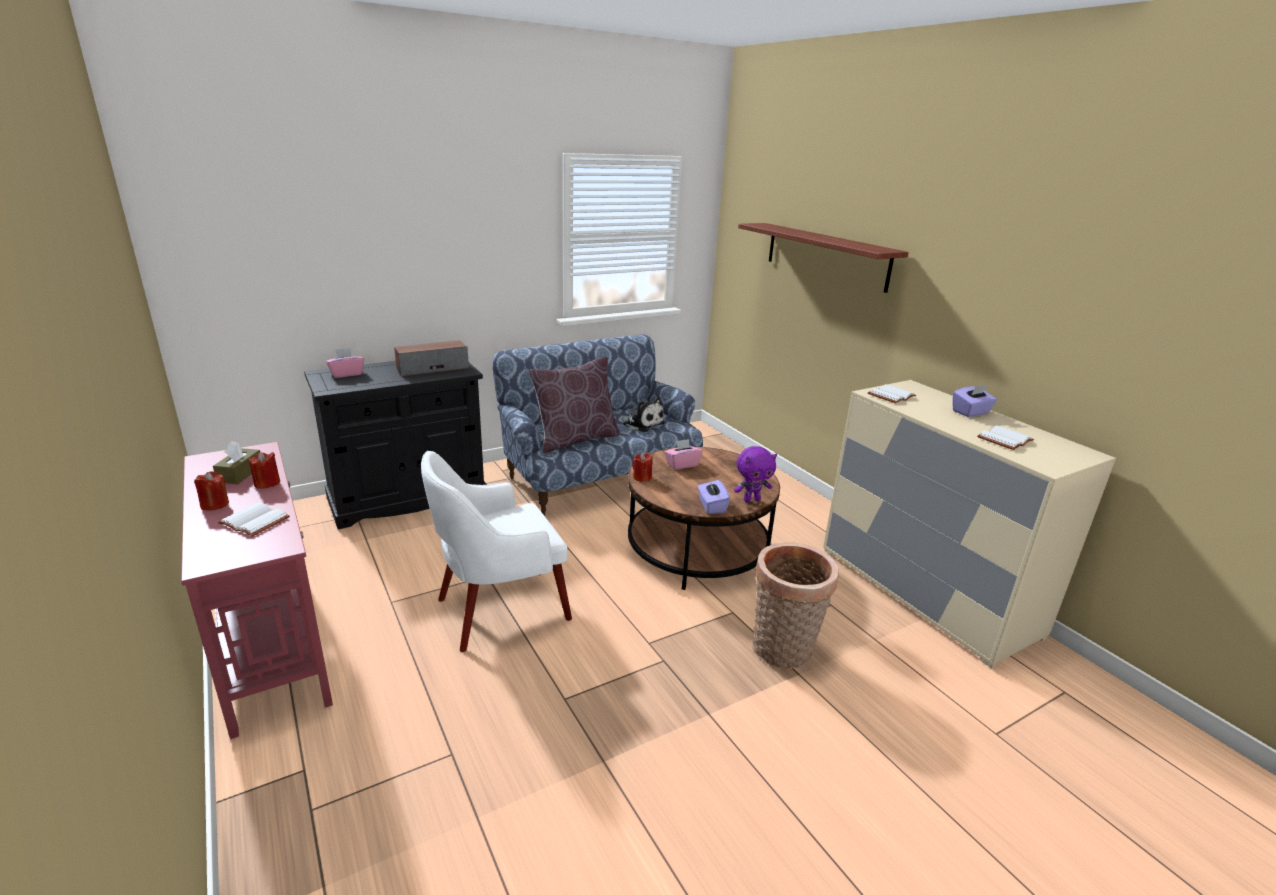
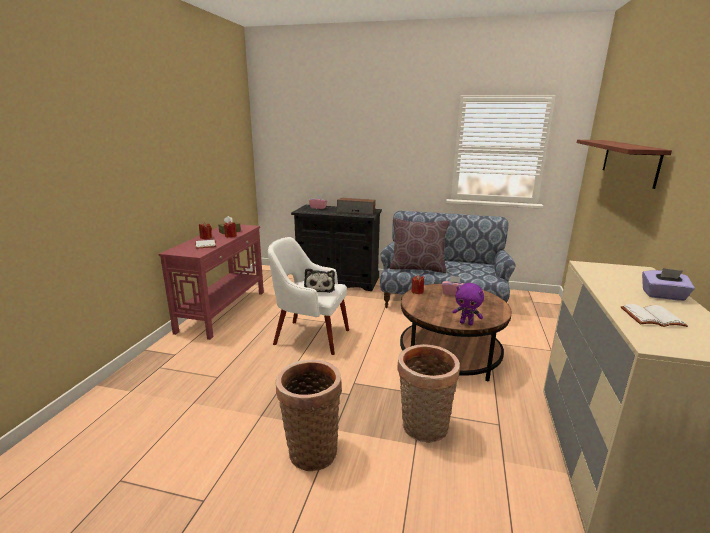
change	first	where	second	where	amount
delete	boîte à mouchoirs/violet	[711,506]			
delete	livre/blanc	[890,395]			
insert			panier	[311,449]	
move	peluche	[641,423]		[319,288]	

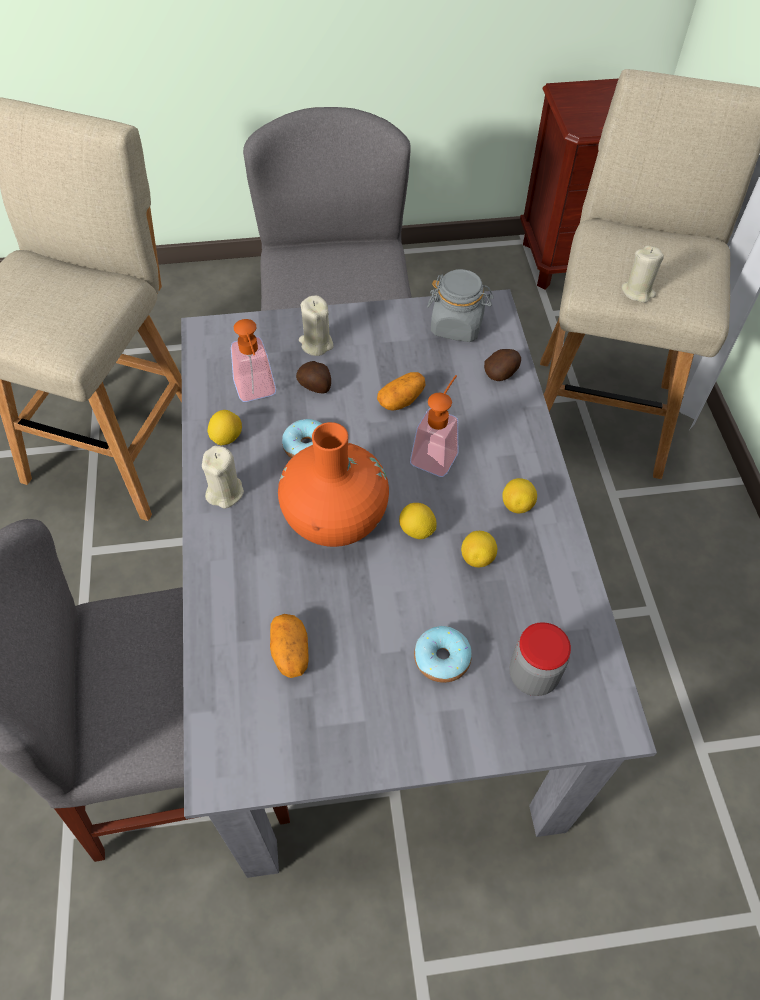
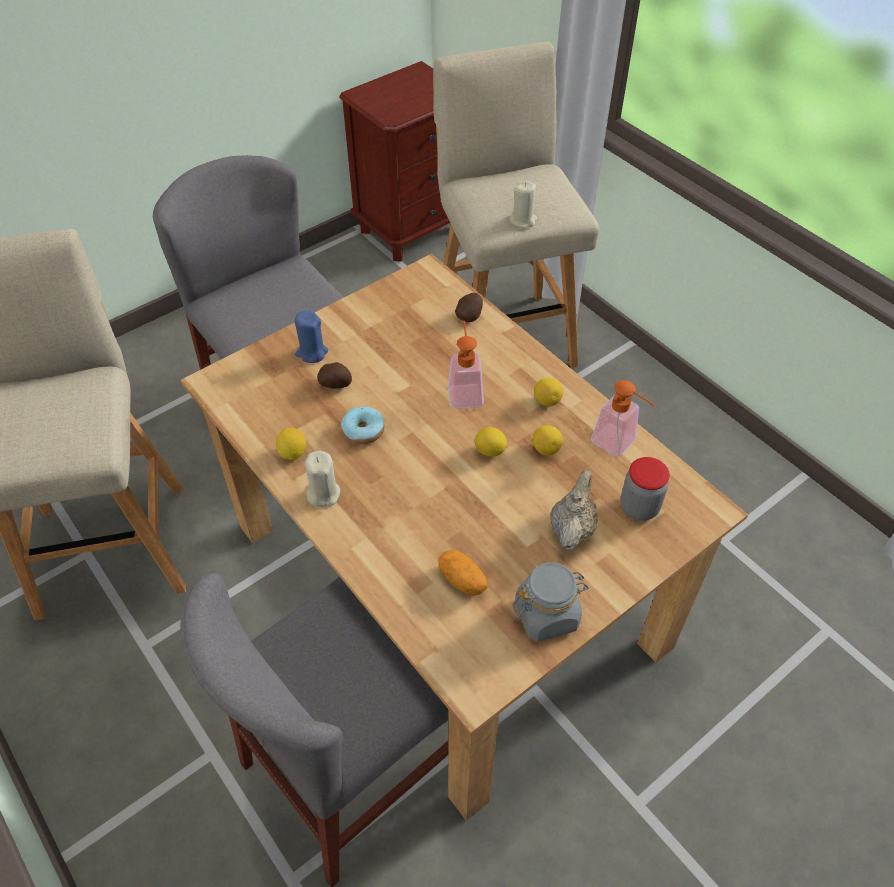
change	first	where	second	where	amount
delete	vase/orange	[335,518]			
delete	pomme de terre	[401,400]			
move	distributeur de savon	[257,393]		[619,444]	
move	bocal/gris	[457,325]		[547,614]	
replace	beignet	[442,659]	théière/beige	[572,528]	
recolor	table à manger/gris	[380,640]	table à manger/marron	[450,585]	
recolor	bougie/beige	[316,344]	bougie/bleu	[311,353]	

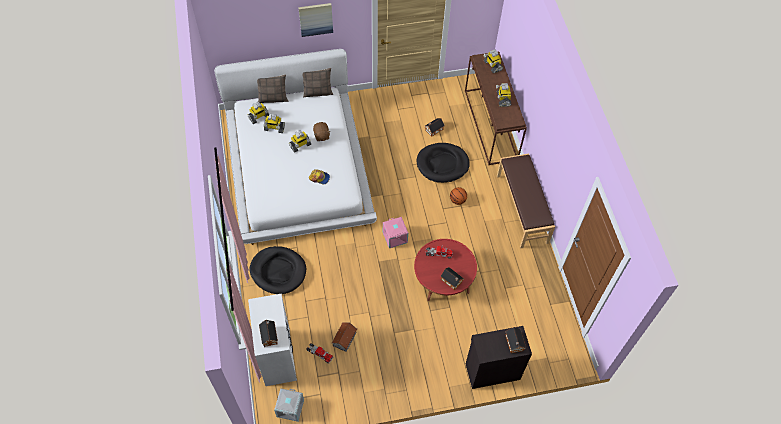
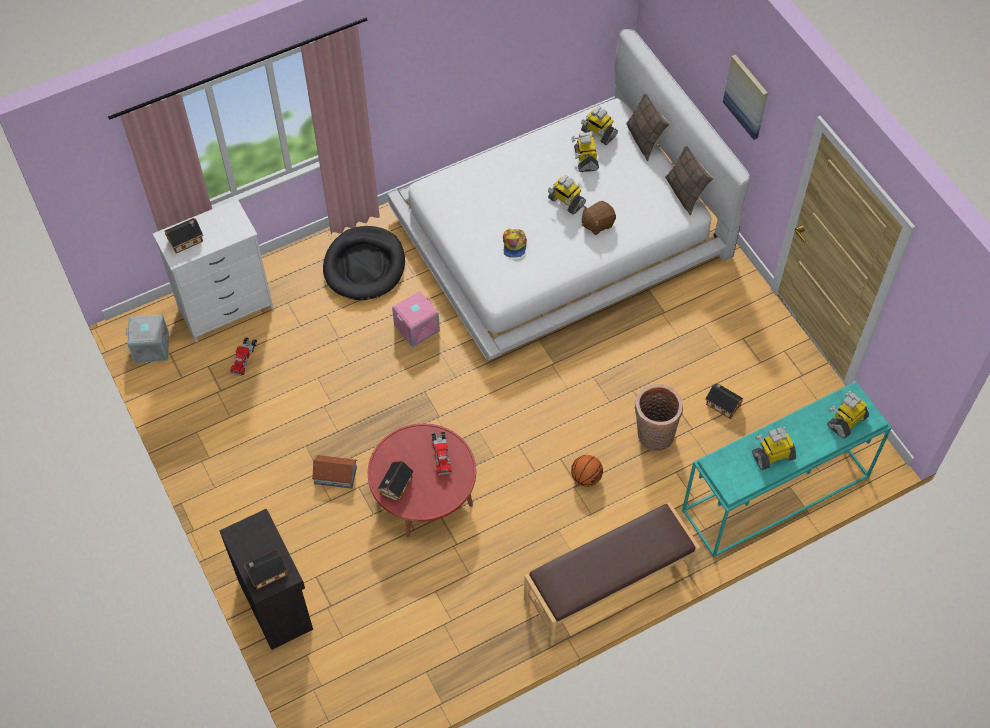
change	first	where	second	where	amount
move	maison miniature	[344,339]		[335,474]	
move	boîte de rangement/rose	[395,237]		[417,328]	
replace	panier pour chien/noir	[442,164]	panier	[653,436]	
recolor	table console/marron	[491,125]	table console/turquoise	[775,495]	

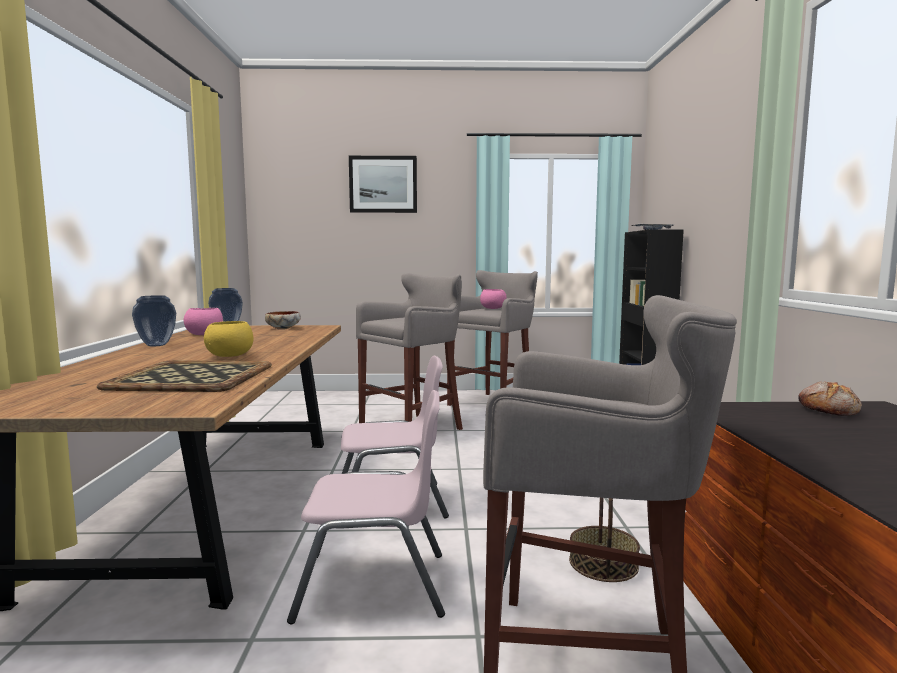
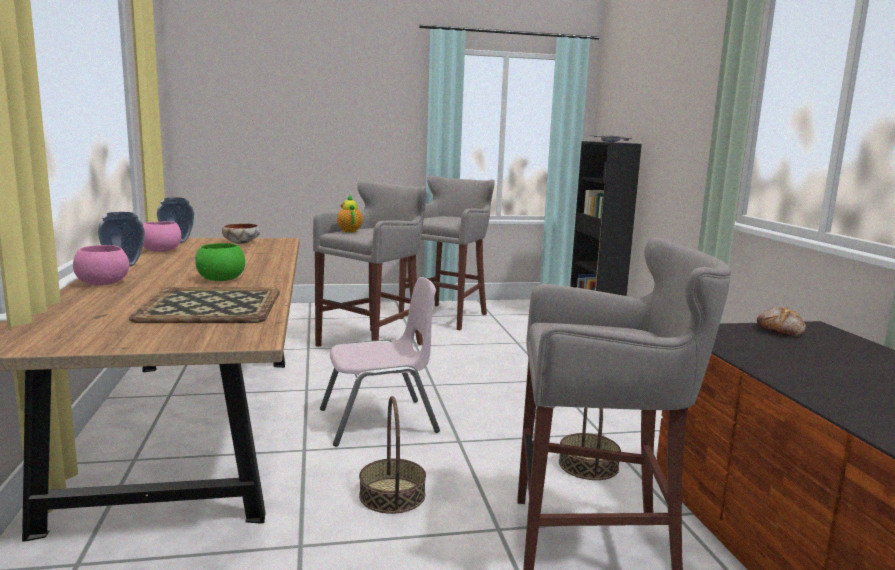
change	first	where	second	where	amount
delete	tableau	[383,184]			
insert			théière	[349,230]	
move	bol/rose	[493,308]		[102,284]	
replace	chaise/rose	[373,586]	panier	[392,495]	
recolor	bol/jaune	[230,355]	bol/vert	[221,279]	

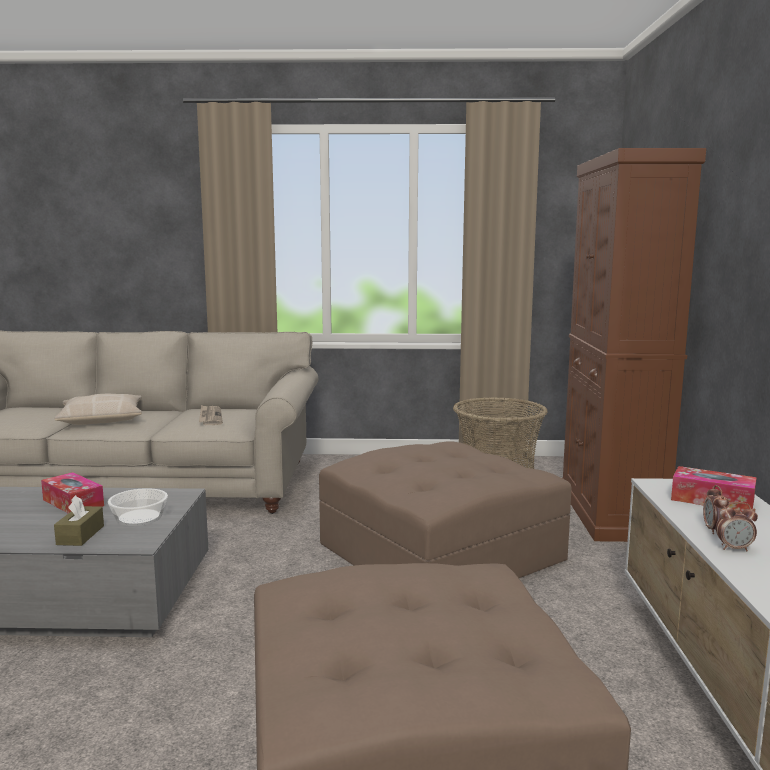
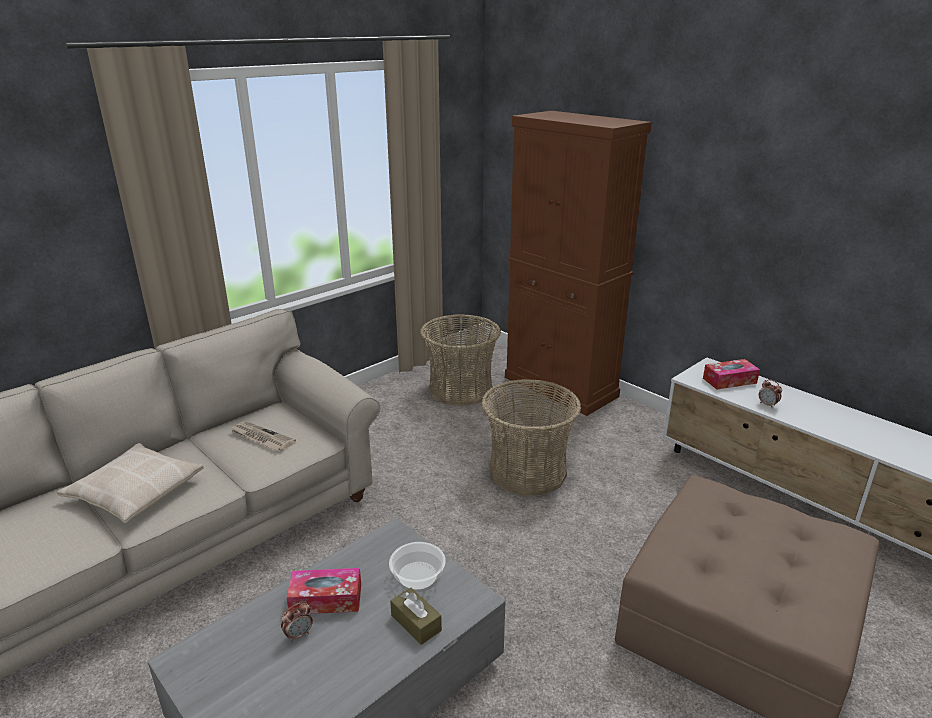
change	first	where	second	where	amount
move	réveil	[734,548]		[298,635]	
replace	pouf/marron	[441,552]	panier	[527,471]	

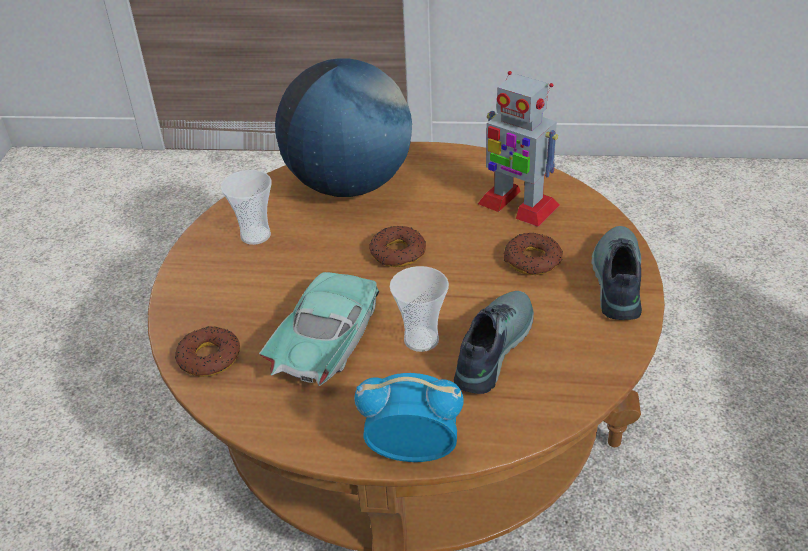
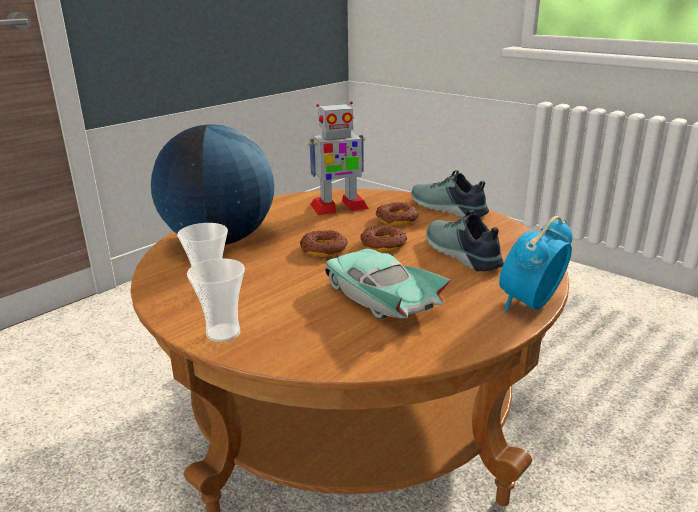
change	first	where	second	where	amount
move	beignet	[209,357]		[383,244]	
move	tasse	[421,339]		[223,333]	

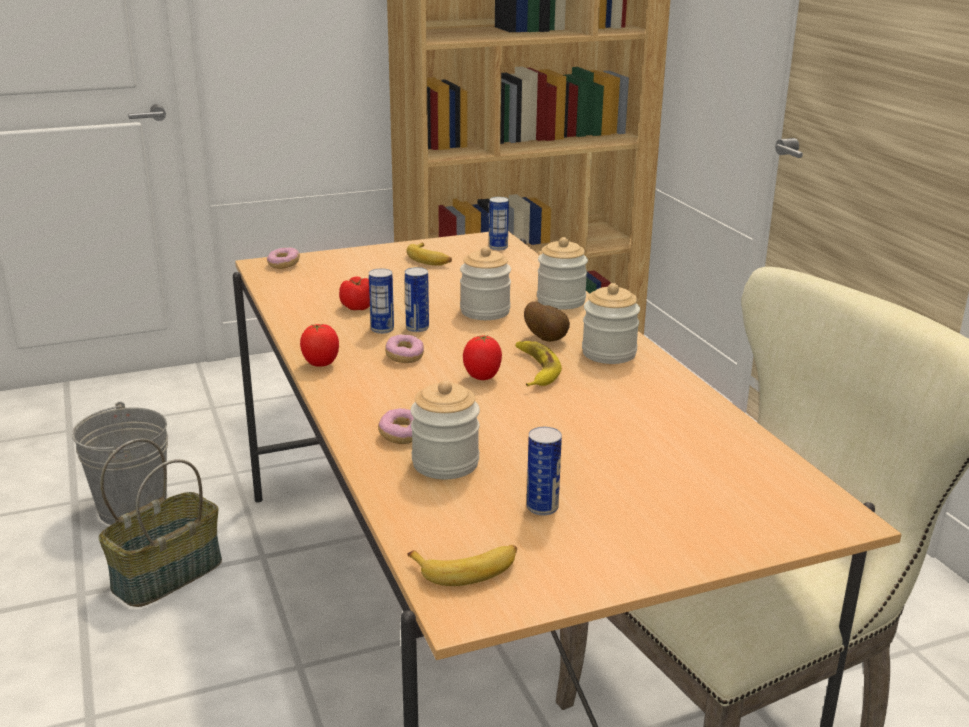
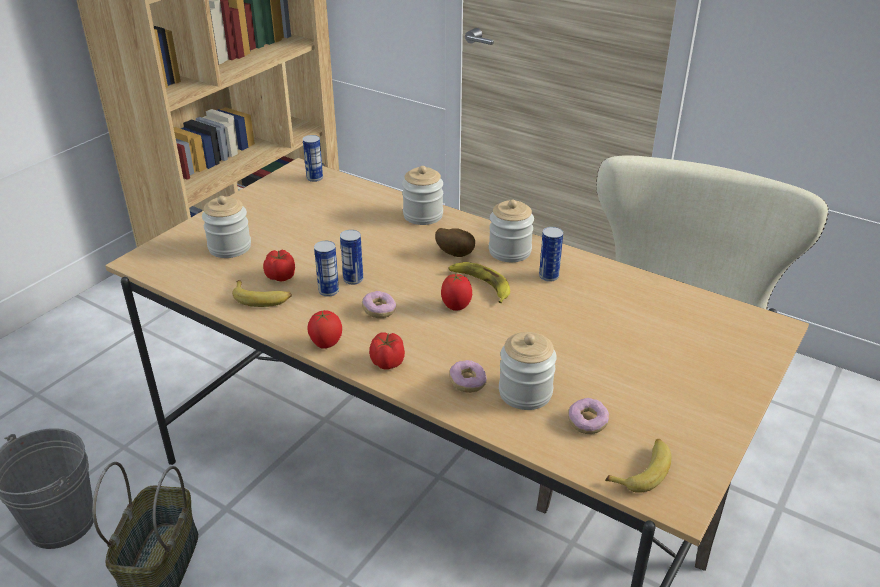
change	first	where	second	where	amount
insert			tomate	[387,363]	
move	beignet	[284,265]		[587,423]	
move	banane	[430,259]		[262,298]	
move	bocal	[485,311]		[230,247]	
move	boîte métallique	[542,507]		[549,276]	

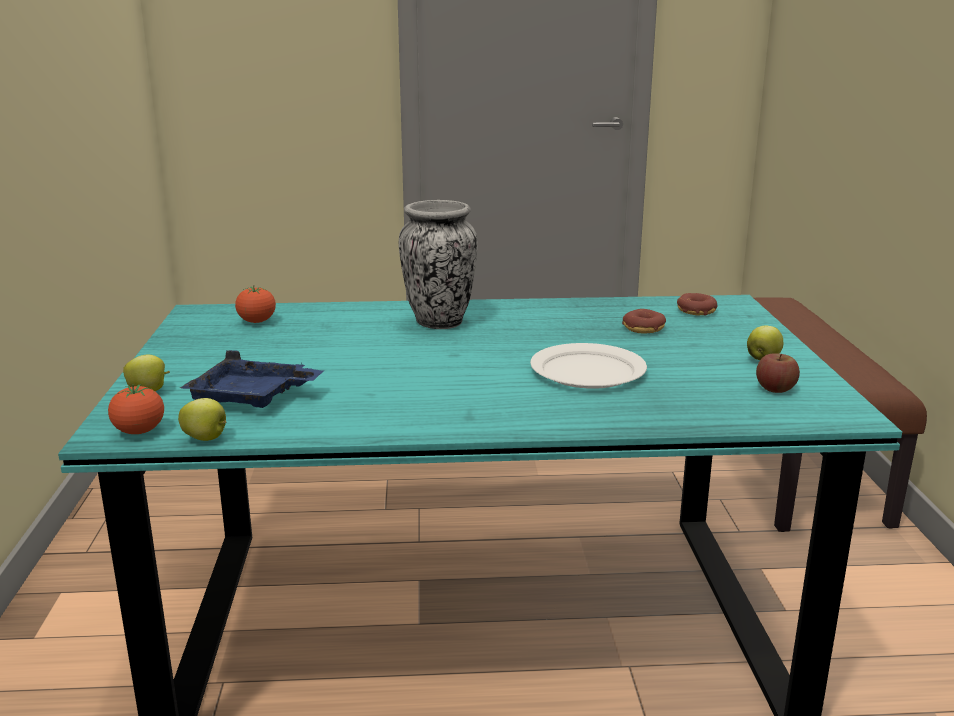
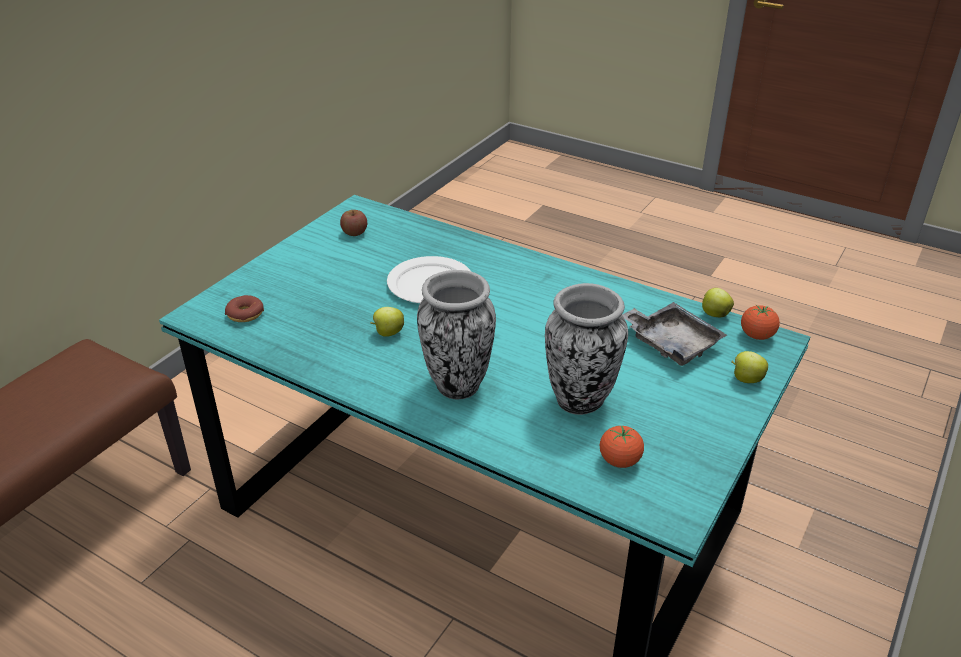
change	first	where	second	where	amount
delete	beignet	[643,328]			
insert			vase	[580,401]	
move	pomme	[763,359]		[388,333]	
recolor	plateau/bleu	[252,397]	plateau/gris	[671,343]	

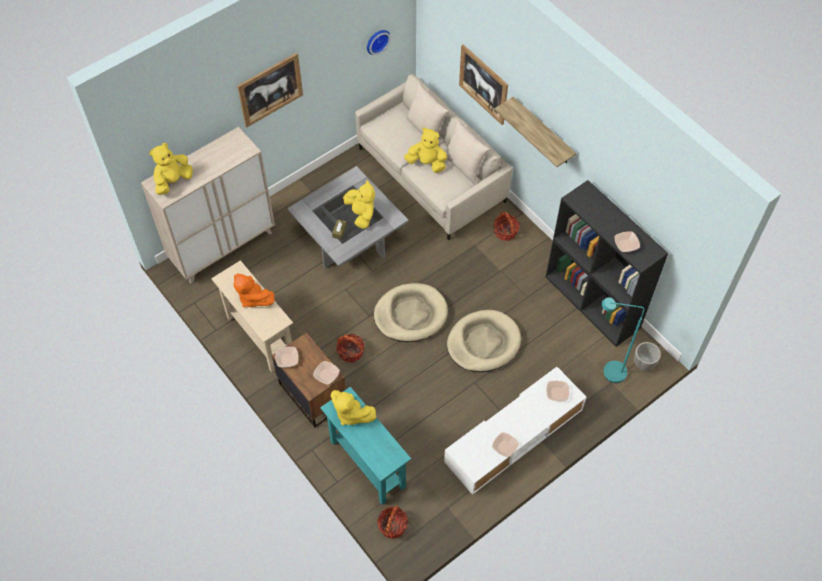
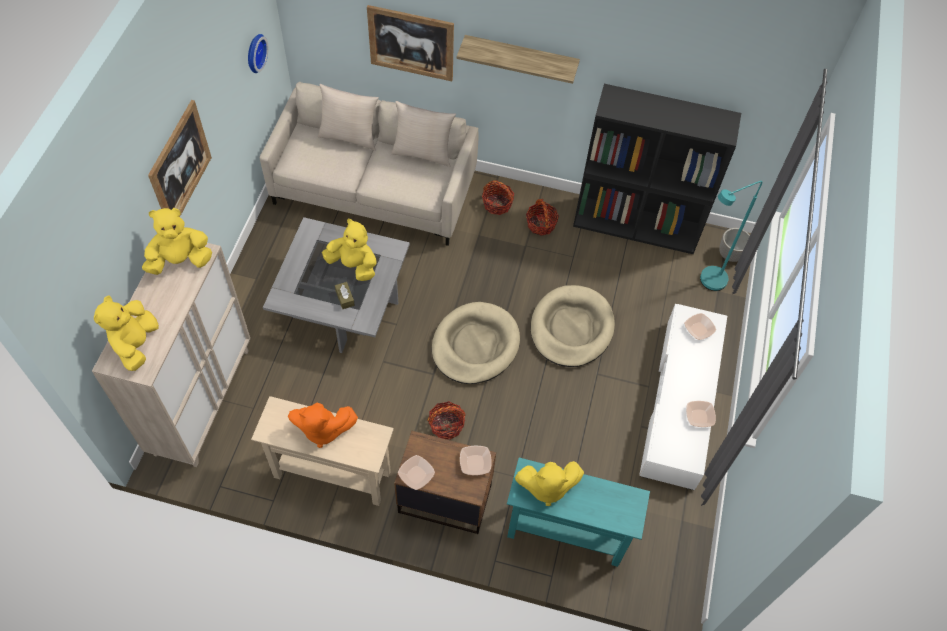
change	first	where	second	where	amount
delete	bol	[626,244]			
move	panier	[392,526]		[541,224]	
move	peluche/jaune	[427,163]		[180,261]	

